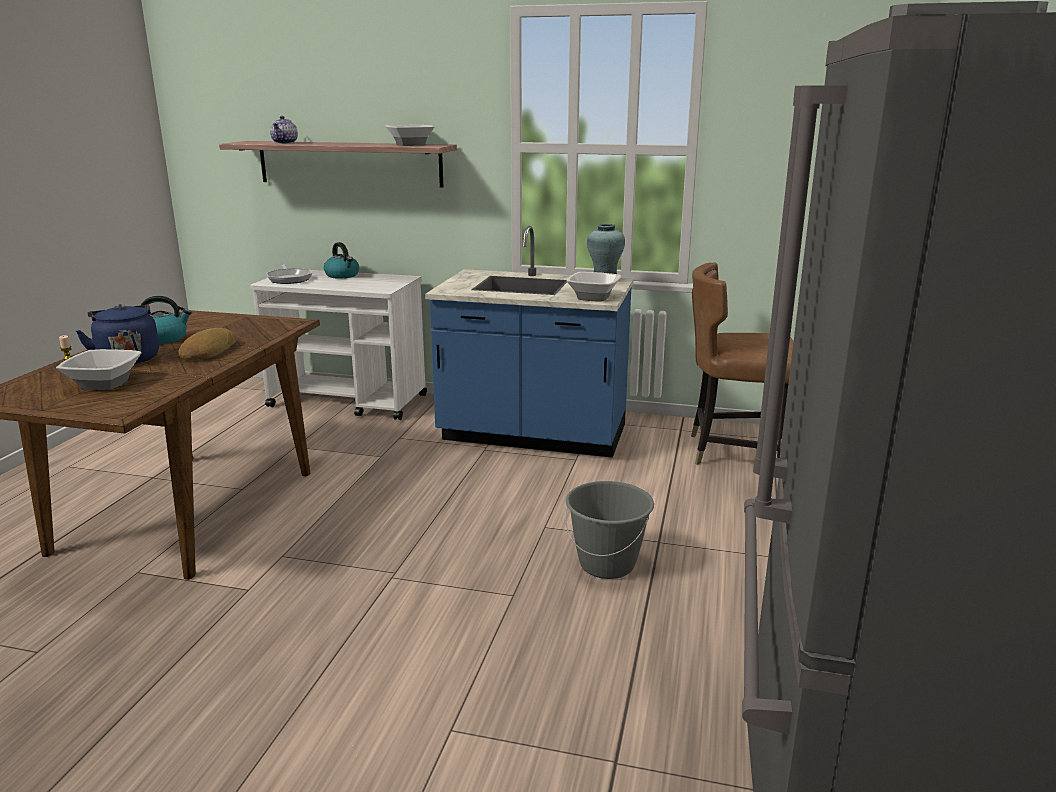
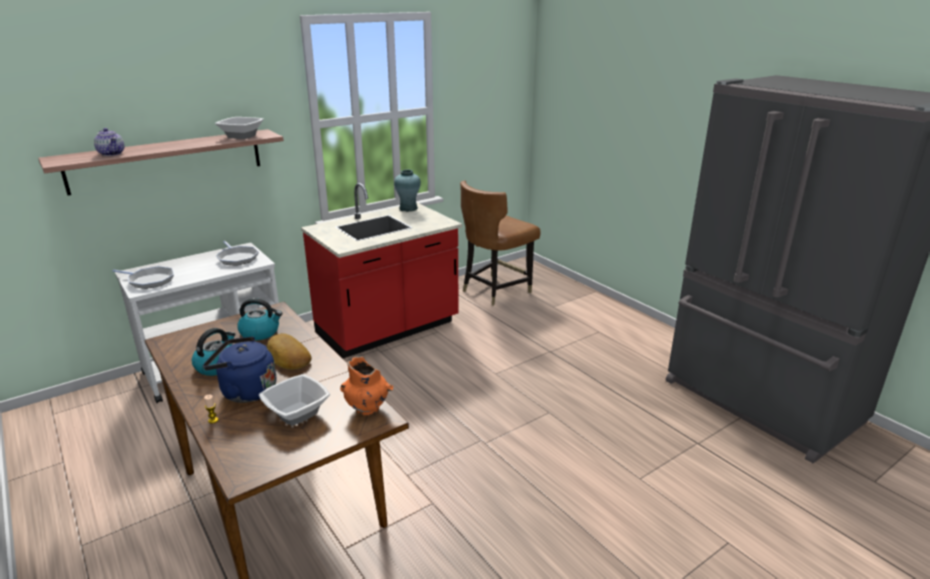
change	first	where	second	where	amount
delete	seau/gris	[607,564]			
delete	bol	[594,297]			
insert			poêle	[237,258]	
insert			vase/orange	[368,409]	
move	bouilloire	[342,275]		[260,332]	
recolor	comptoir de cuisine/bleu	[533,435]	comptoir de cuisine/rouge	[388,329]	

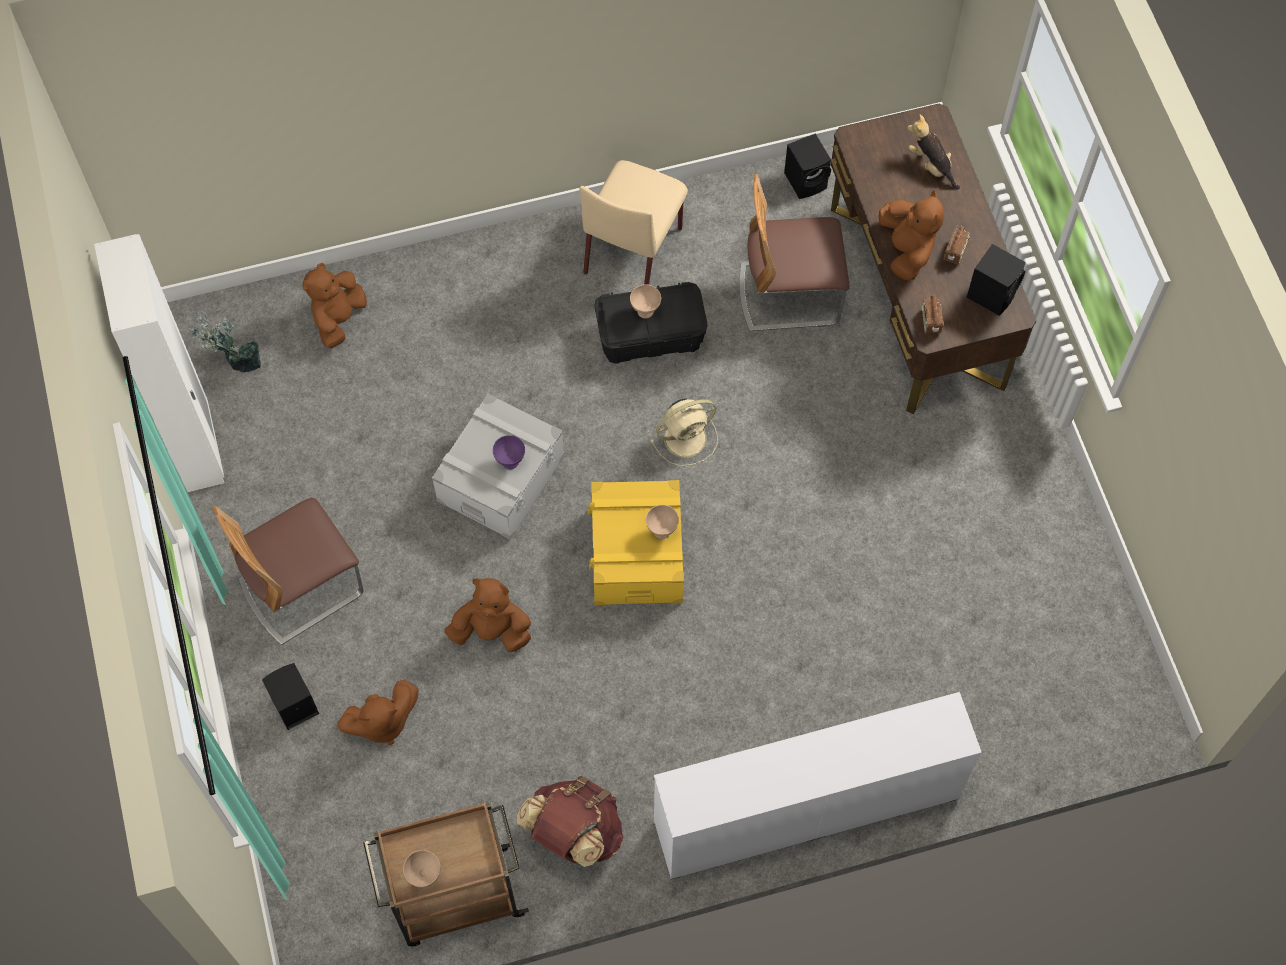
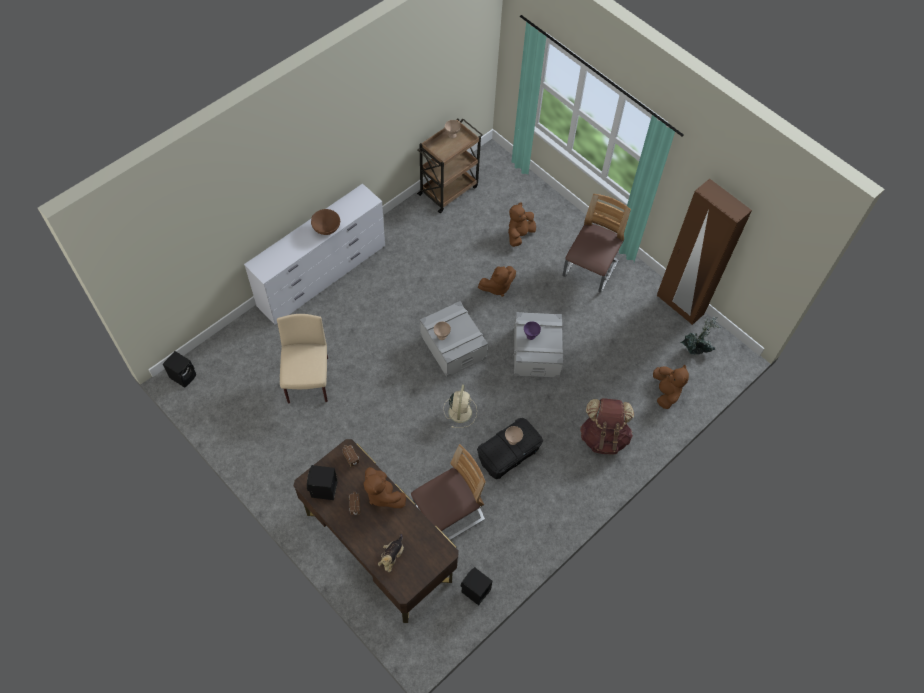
change	first	where	second	where	amount
insert			bol/marron	[326,229]	
move	enceinte/noir	[293,706]		[184,376]	
move	sac à dos/marron	[574,834]		[604,437]	
move	chaise/beige	[633,249]		[308,381]	
recolor	armoire/blanc	[199,447]	armoire/marron	[679,305]	
recolor	boîte de rangement/jaune	[637,554]	boîte de rangement/gris	[453,346]	
rotate	ventilateur/beige	[687,437]		[460,411]	150 degrees clockwise
rotate	peluche	[931,165]		[392,556]	90 degrees clockwise

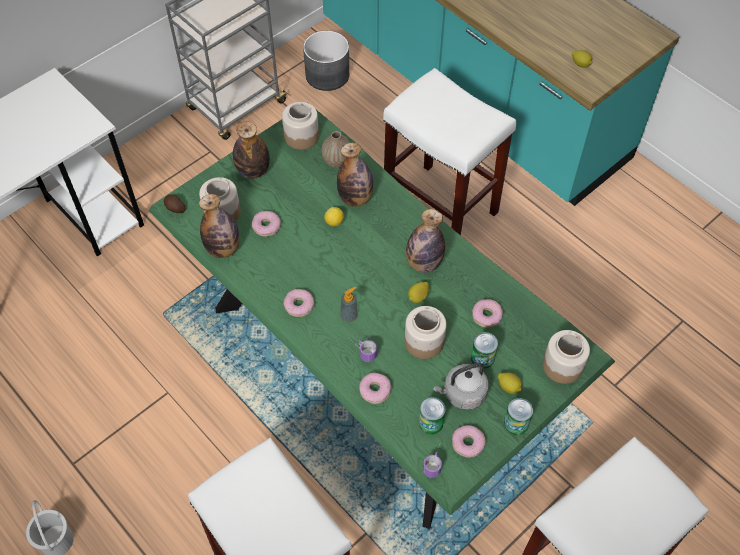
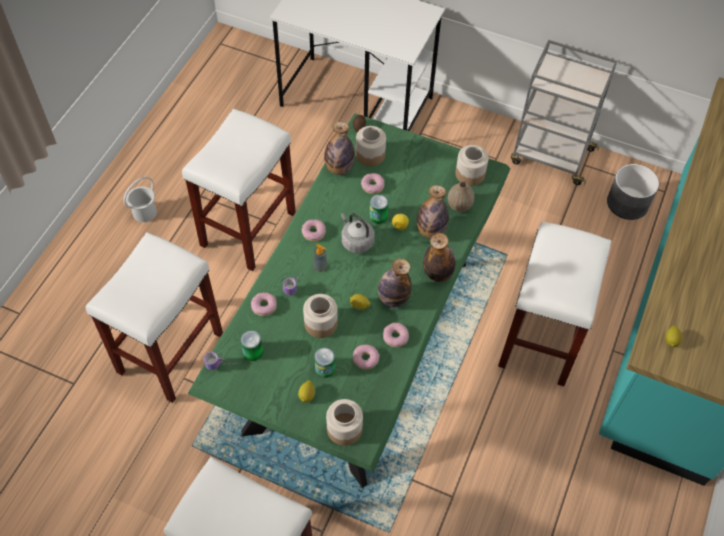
change	first	where	second	where	amount
insert			tabouret/blanc	[248,227]	
move	bouteille	[253,171]		[438,273]	
move	bouilloire/gris	[462,394]		[356,241]	
move	beignet	[468,443]		[395,337]	
move	boîte métallique	[516,423]		[378,216]	

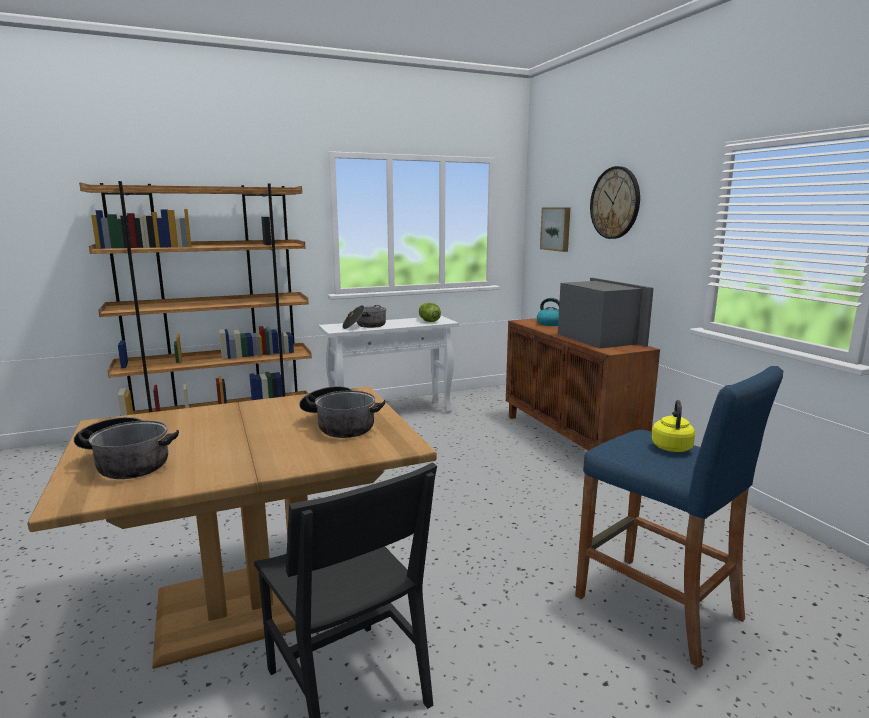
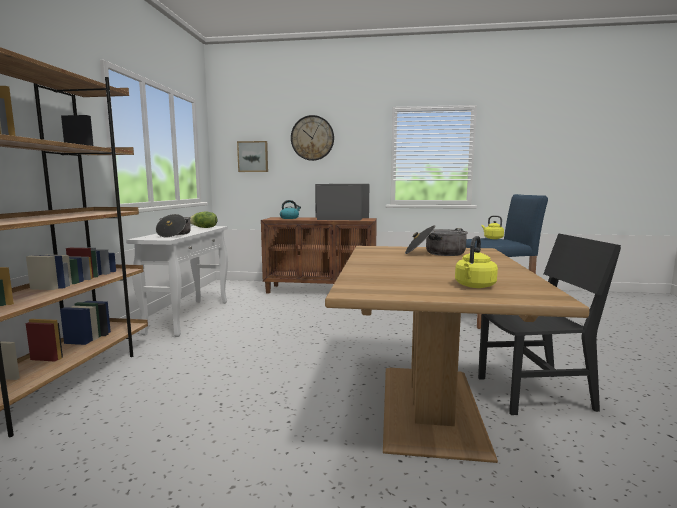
change	first	where	second	where	amount
replace	marmite	[127,462]	bouilloire/jaune	[474,286]	

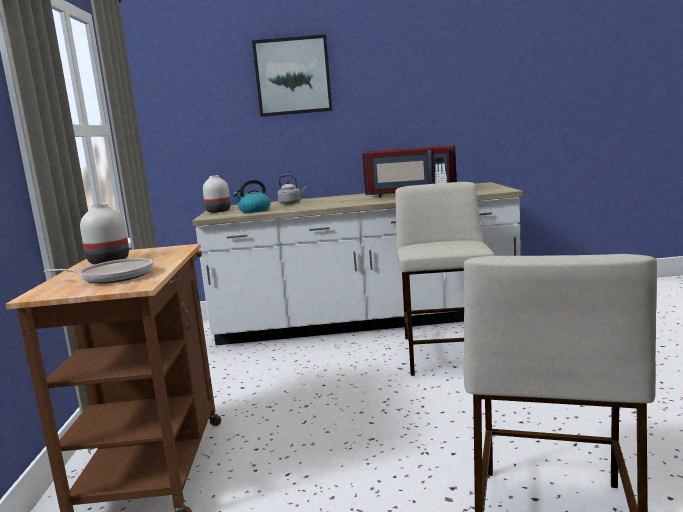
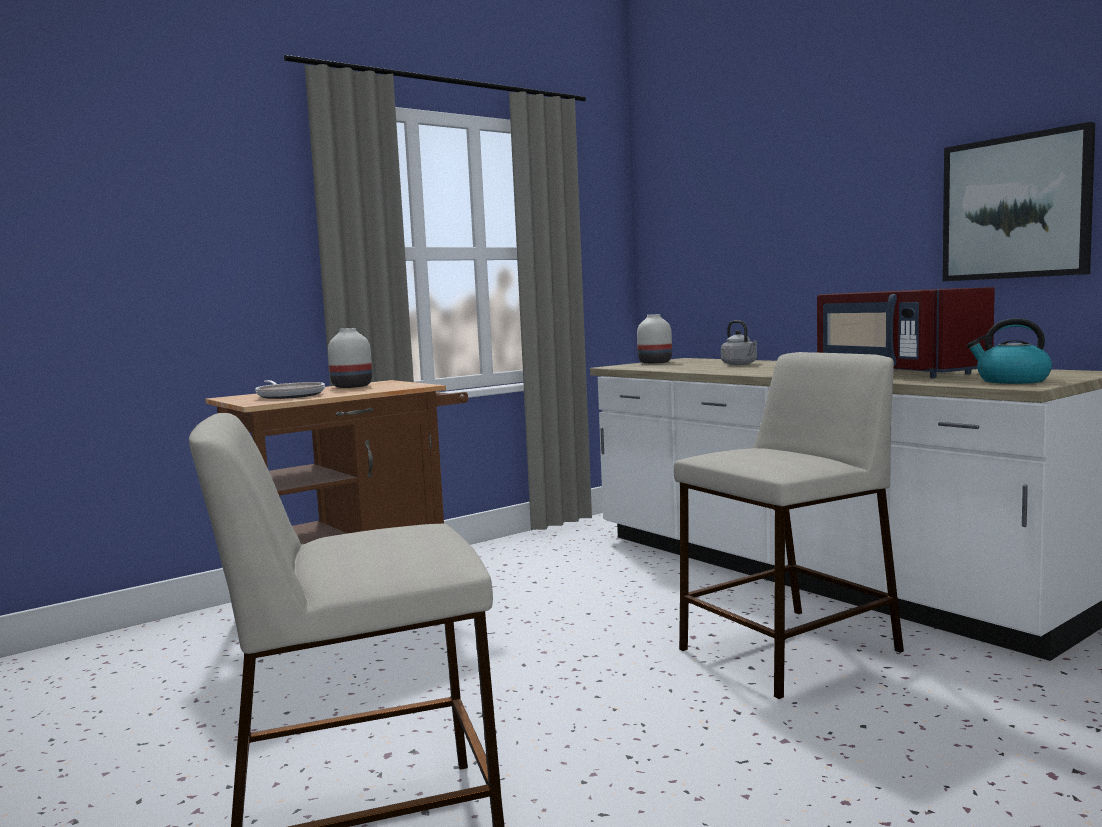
change	first	where	second	where	amount
move	bouilloire	[254,210]		[1011,381]	
move	tableau	[293,76]		[1016,207]	

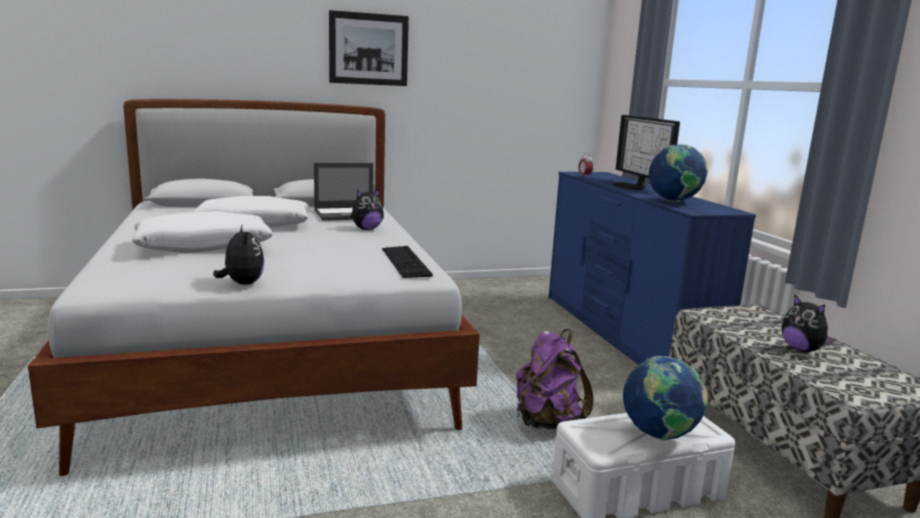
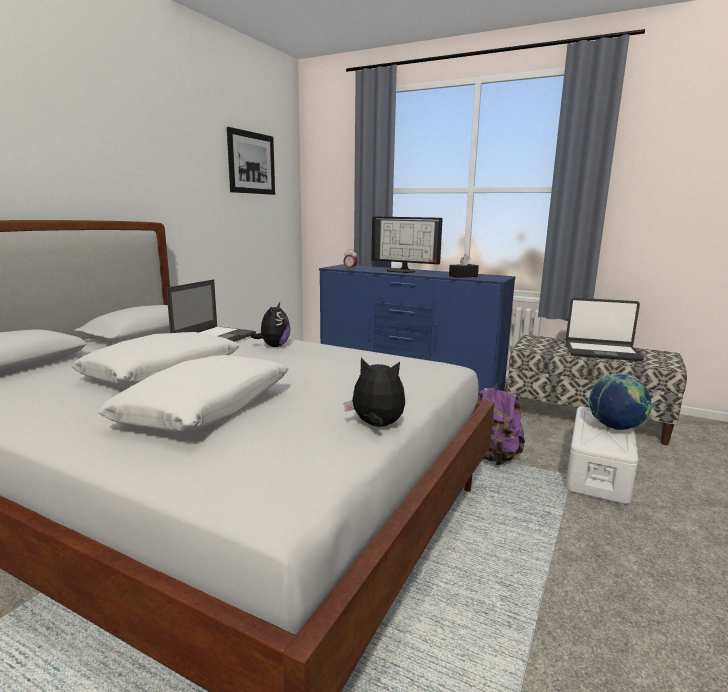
change	first	where	second	where	amount
delete	clavier	[405,261]			
move	tableau	[368,49]		[251,163]	
replace	globe	[674,202]	boîte à mouchoirs/noir	[463,276]	
replace	peluche	[802,350]	ordinateur portable	[601,352]	

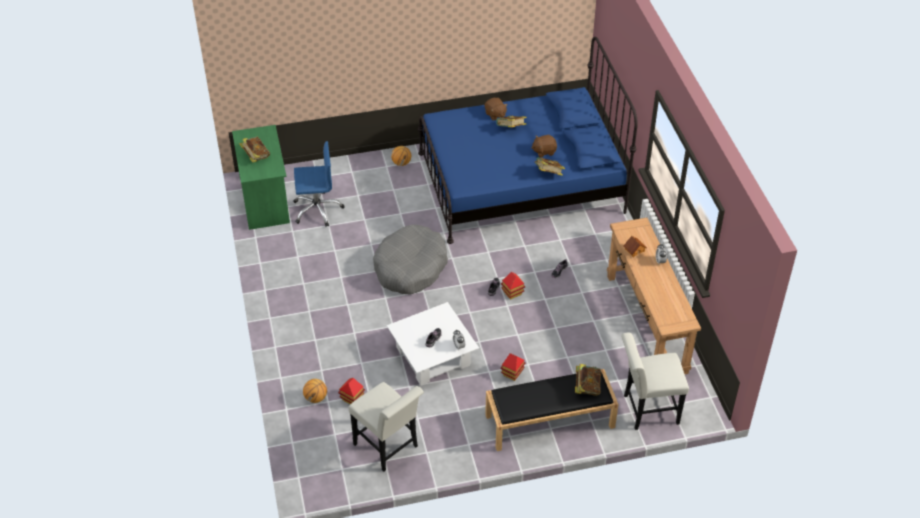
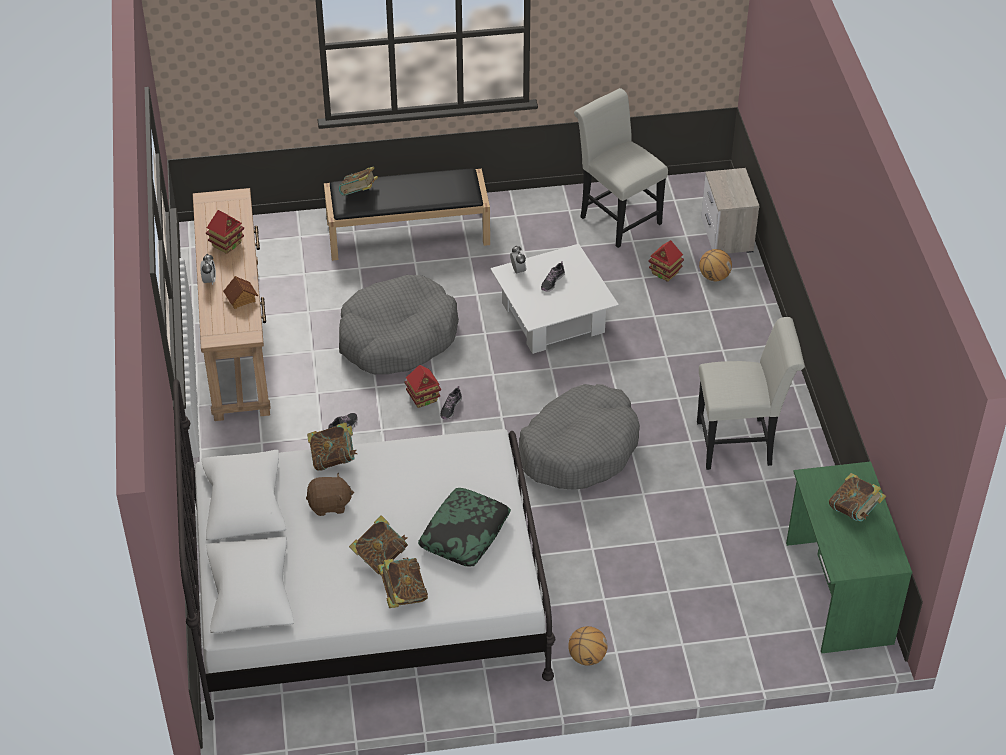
change	first	where	second	where	amount
delete	chaise de bureau/bleu	[317,210]			
insert			panier pour chien/gris	[397,338]	
insert			coussin	[465,534]	
insert			table de chevet	[727,235]	
move	maison miniature	[512,373]		[227,244]	
move	chaise/blanc	[646,410]		[741,443]	
replace	peluche/marron	[495,114]	livre	[403,594]	
recolor	lit/bleu	[521,182]	lit/blanc	[368,597]	

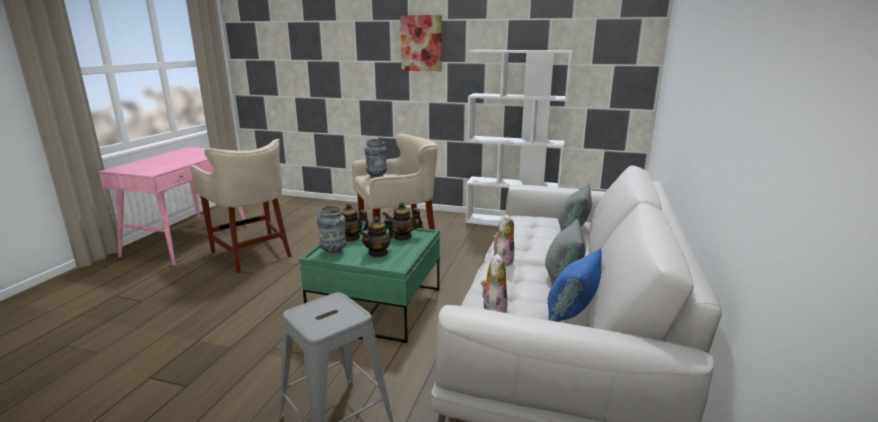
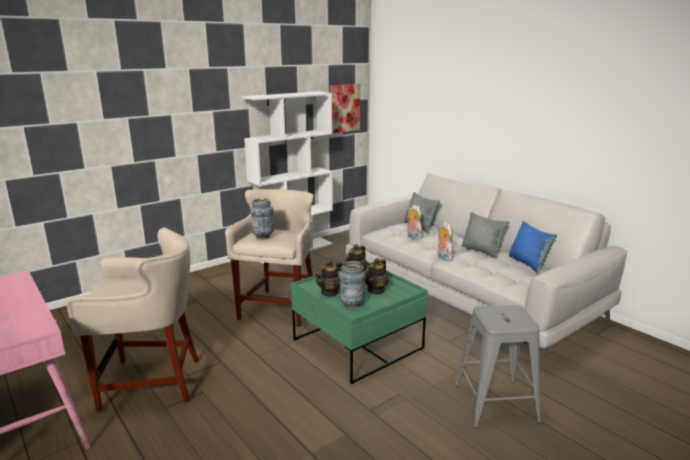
change	first	where	second	where	amount
move	tableau	[421,43]		[344,108]	
move	peluche	[493,309]		[413,237]	
rotate	théière	[378,253]		[376,290]	45 degrees clockwise

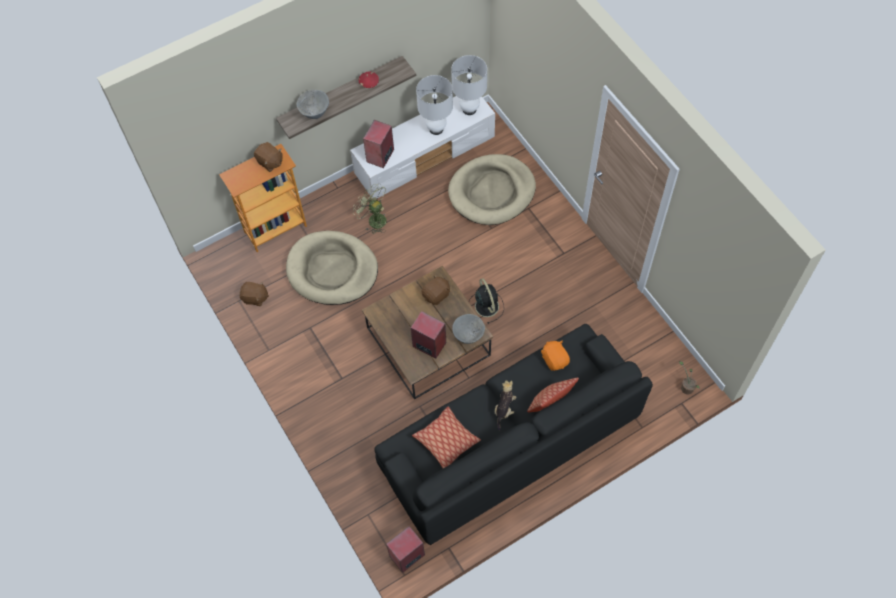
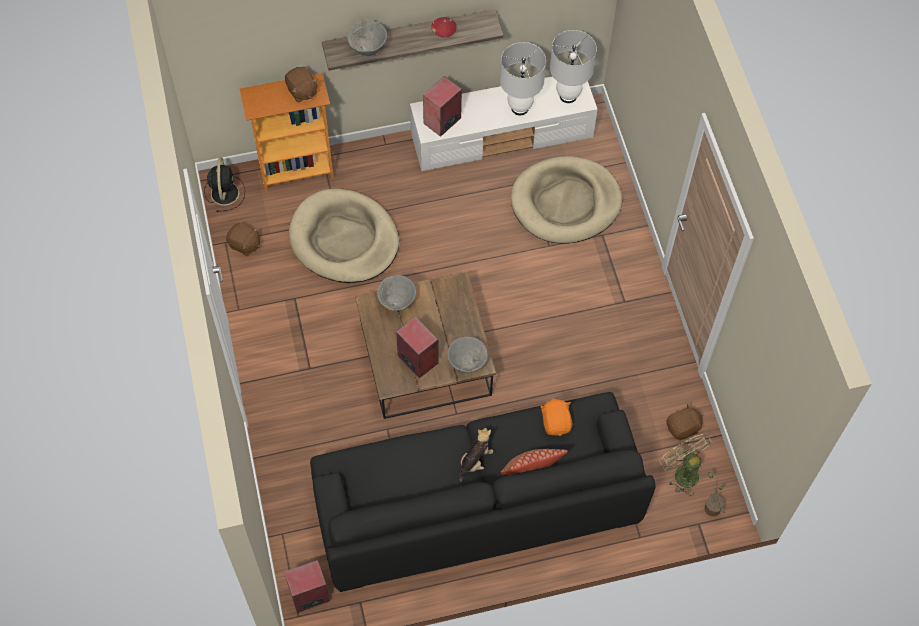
change	first	where	second	where	amount
delete	coussin	[446,440]			
insert			bol/gris	[397,302]	
move	ventilateur/vert	[373,219]		[682,472]	
move	peluche/marron	[436,295]		[683,428]	
move	ventilateur/noir	[486,305]		[225,192]	

